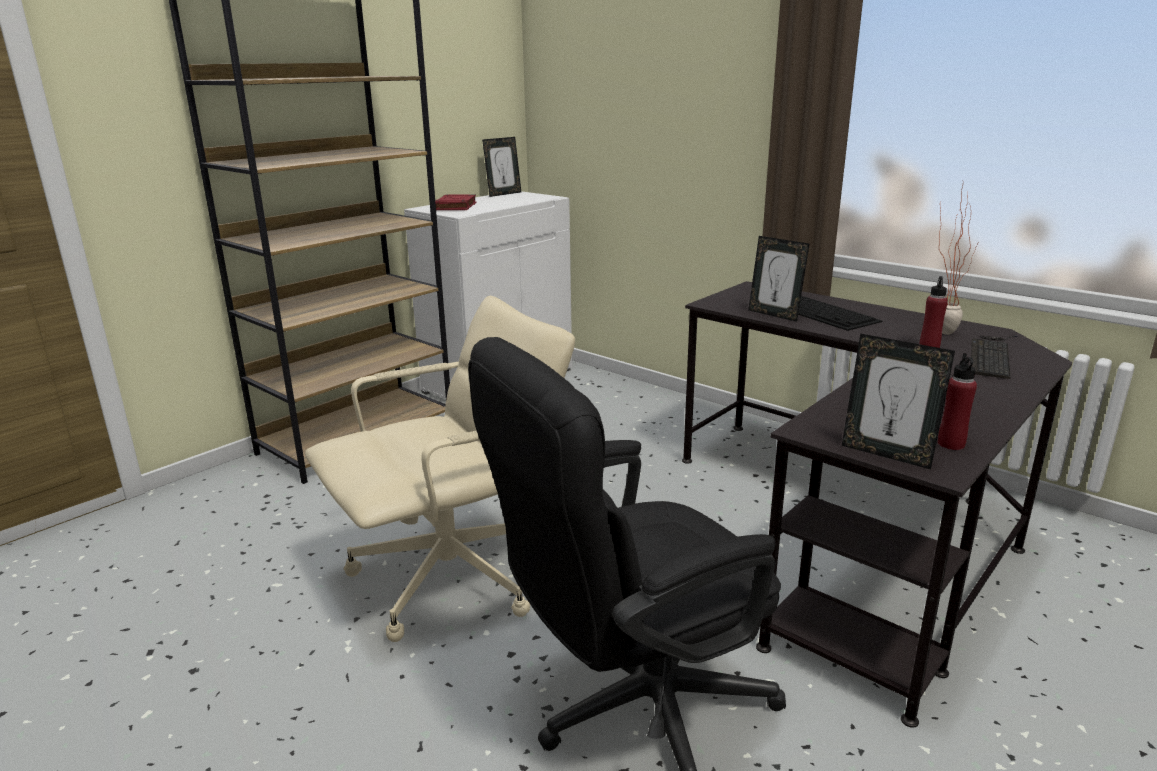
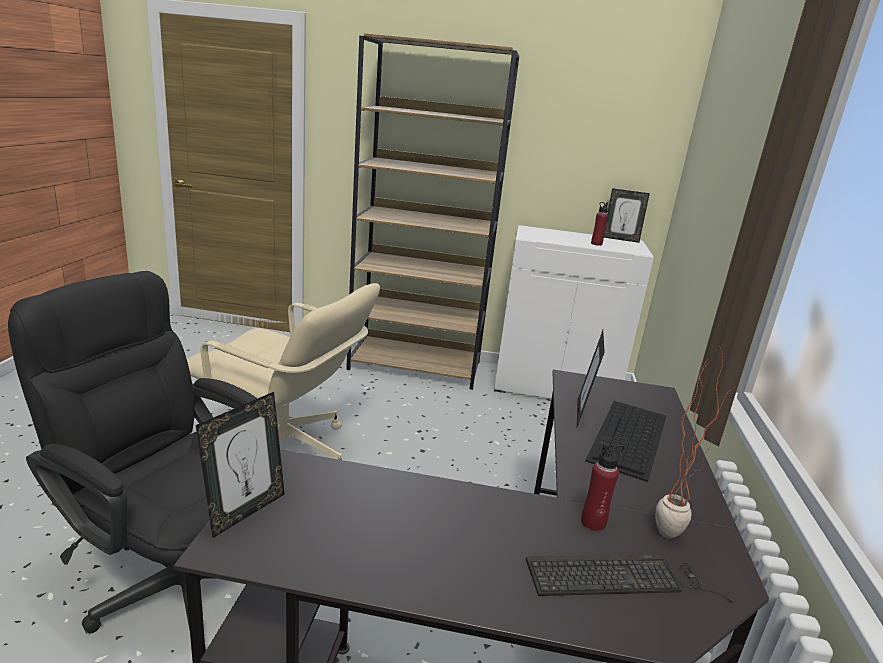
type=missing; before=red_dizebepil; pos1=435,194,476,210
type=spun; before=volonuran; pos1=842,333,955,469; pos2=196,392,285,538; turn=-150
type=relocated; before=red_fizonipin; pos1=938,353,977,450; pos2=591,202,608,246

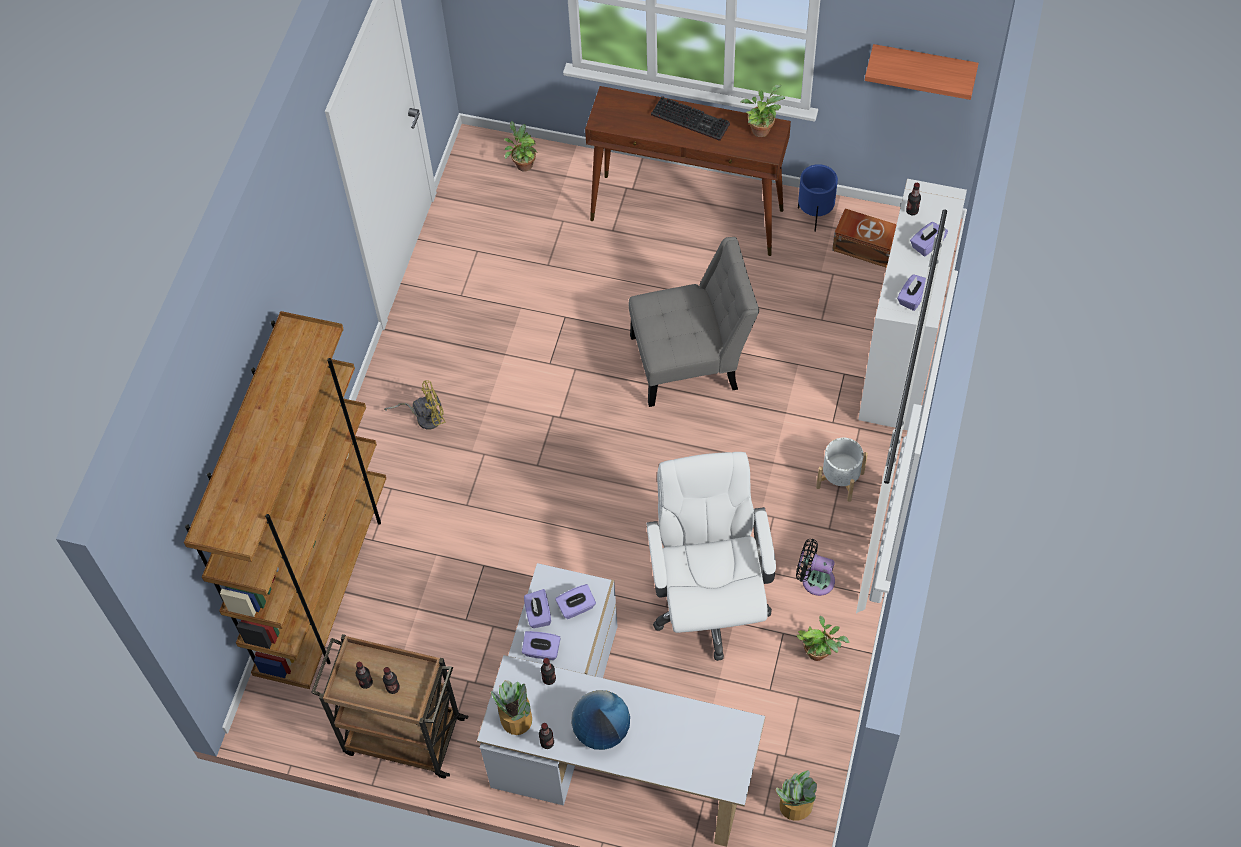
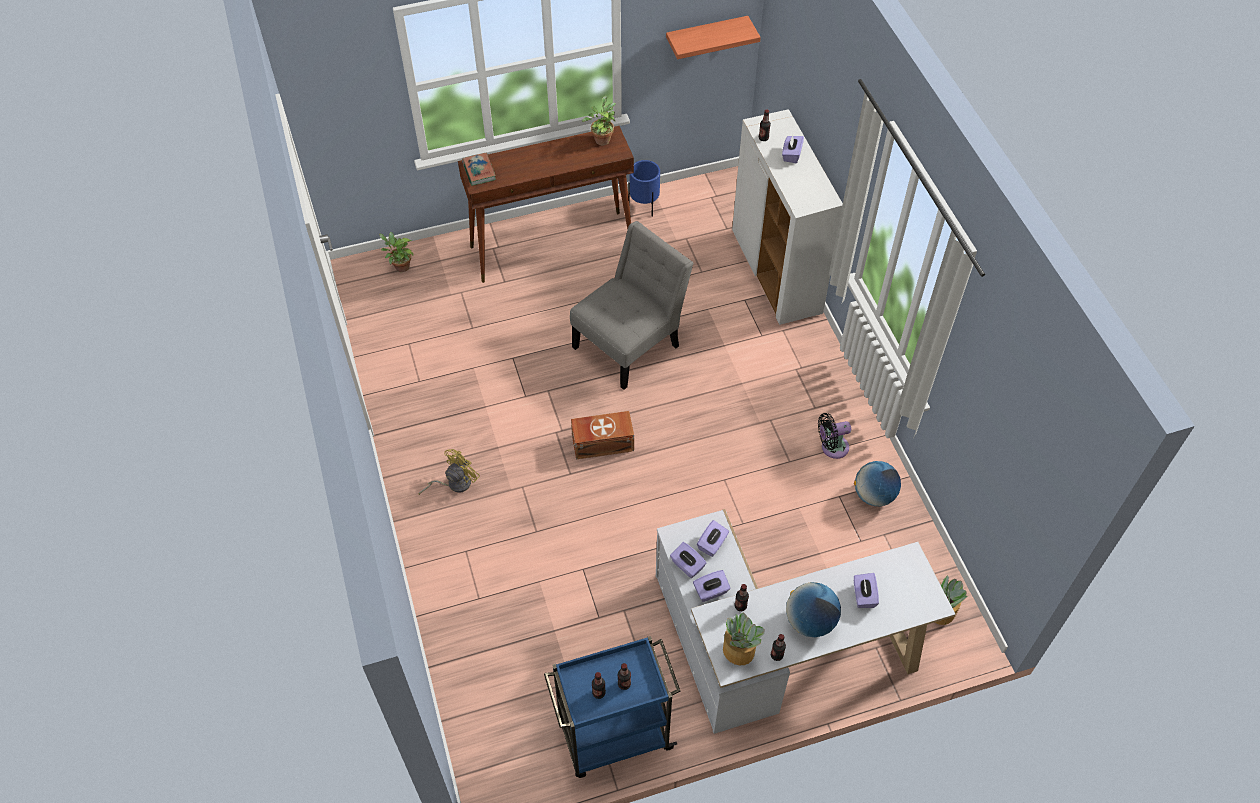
type=missing; before=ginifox; pos1=651,96,730,141
type=relocated; before=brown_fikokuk; pos1=832,208,897,268; pos2=571,411,634,459
type=relocated; before=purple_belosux; pos1=897,274,926,311; pos2=854,573,879,608
type=missing; before=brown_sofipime; pos1=184,311,386,689
type=missing; before=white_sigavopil; pos1=816,438,868,502
type=missing; before=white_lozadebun; pos1=646,452,776,661
type=exchanged; before=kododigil; after=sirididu; pos1=797,616,850,661; pos2=854,461,901,506
type=colour; before=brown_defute; after=blue_defute; pos1=311,634,468,779; pos2=544,636,680,778
type=appeared; after=dizebepil; pos2=462,153,496,186

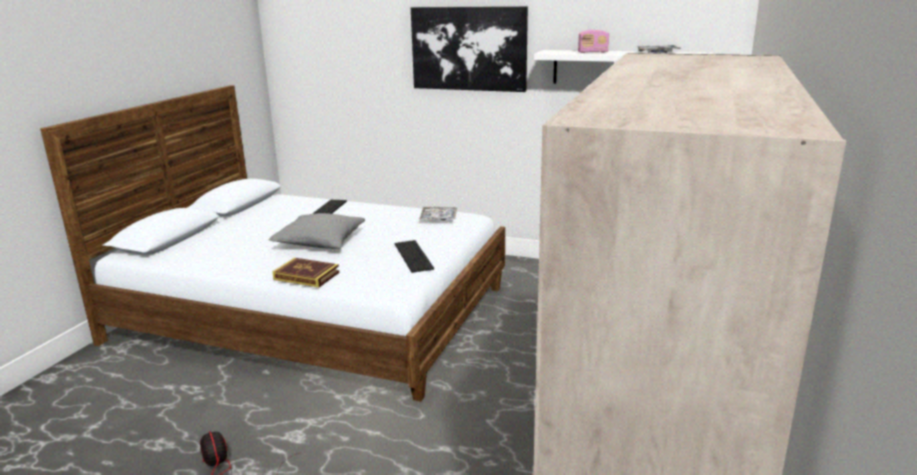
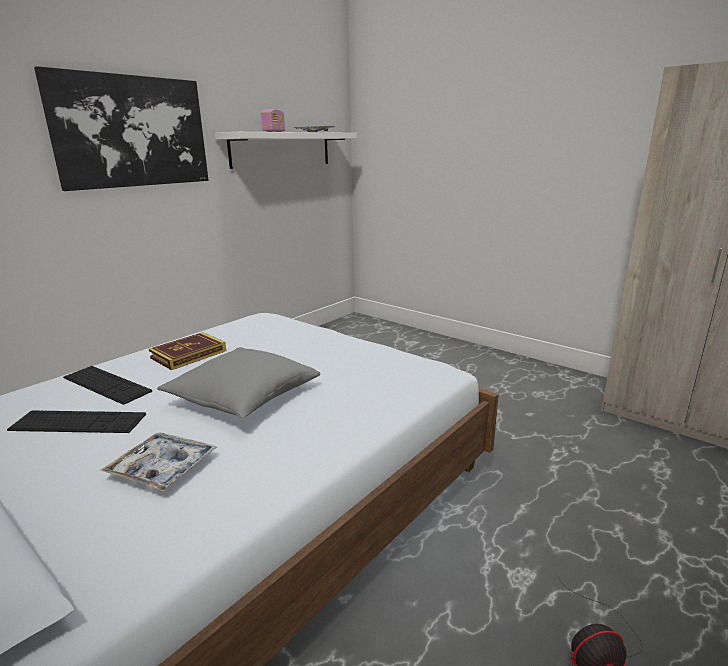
type=relocated; before=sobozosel; pos1=420,207,457,220; pos2=100,432,217,492
type=relocated; before=ginifox; pos1=394,240,434,273; pos2=7,410,146,433
type=relocated; before=dizebepil; pos1=272,258,339,288; pos2=149,332,226,370

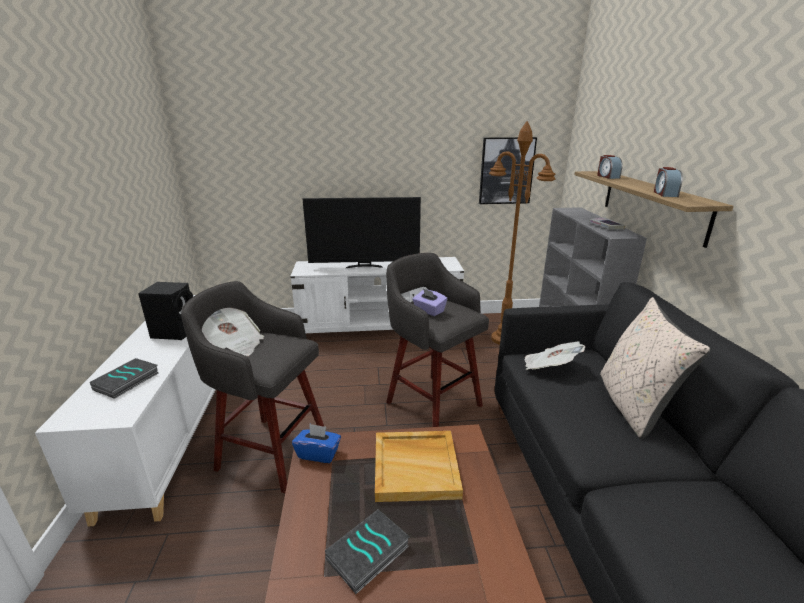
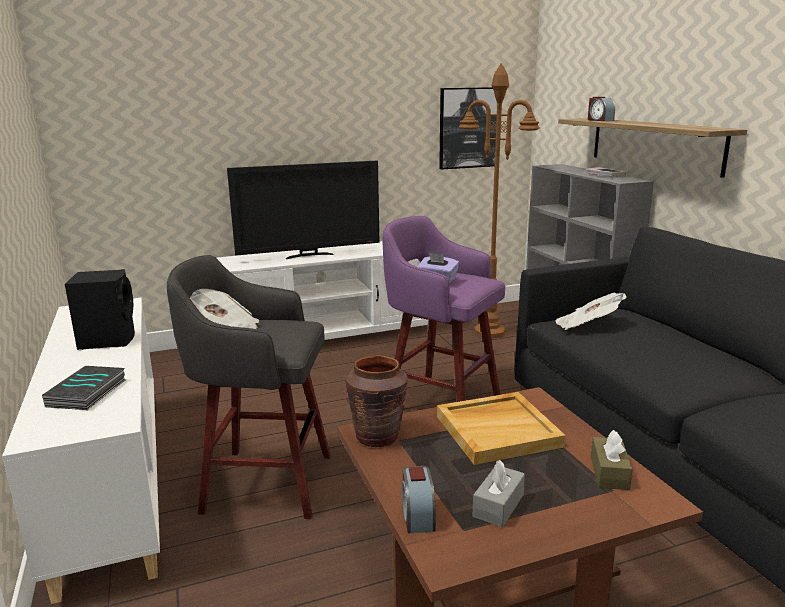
type=relocated; before=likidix; pos1=654,167,683,197; pos2=402,466,436,533
type=colour; before=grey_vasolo; after=purple_vasolo; pos1=386,253,489,427; pos2=382,216,505,402
type=missing; before=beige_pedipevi; pos1=600,297,711,439
type=exchanged; before=blue_belosux; after=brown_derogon; pos1=292,424,341,463; pos2=345,356,408,447
type=exchanged; before=dizebepil; after=grey_belosux; pos1=325,509,410,594; pos2=473,460,525,527
type=appeared; after=brown_belosux; pos2=591,430,633,490

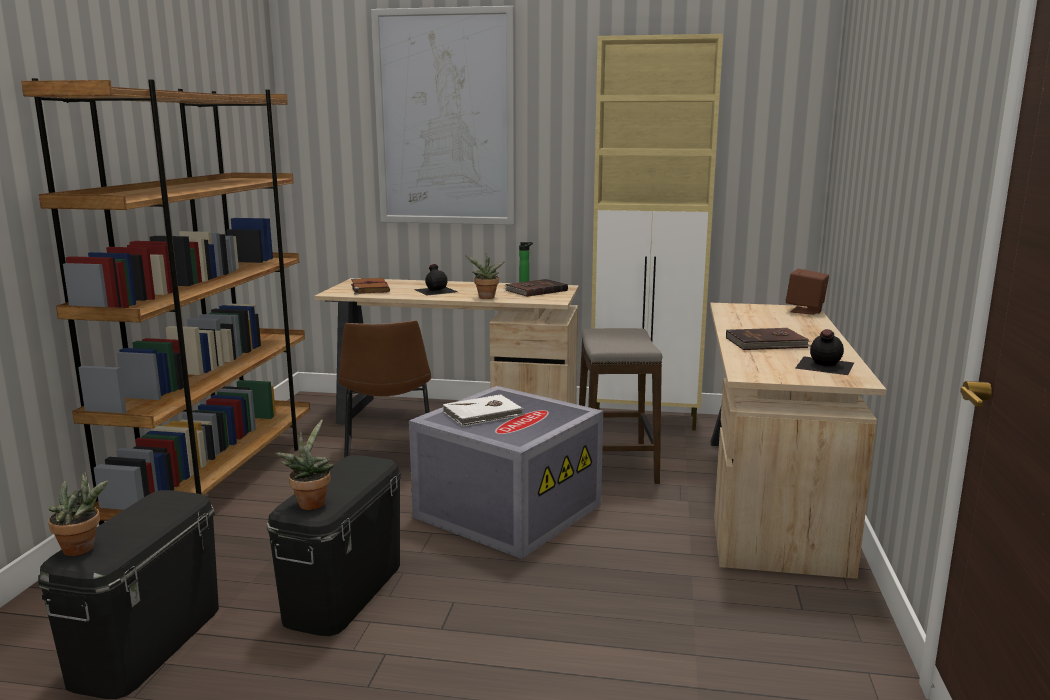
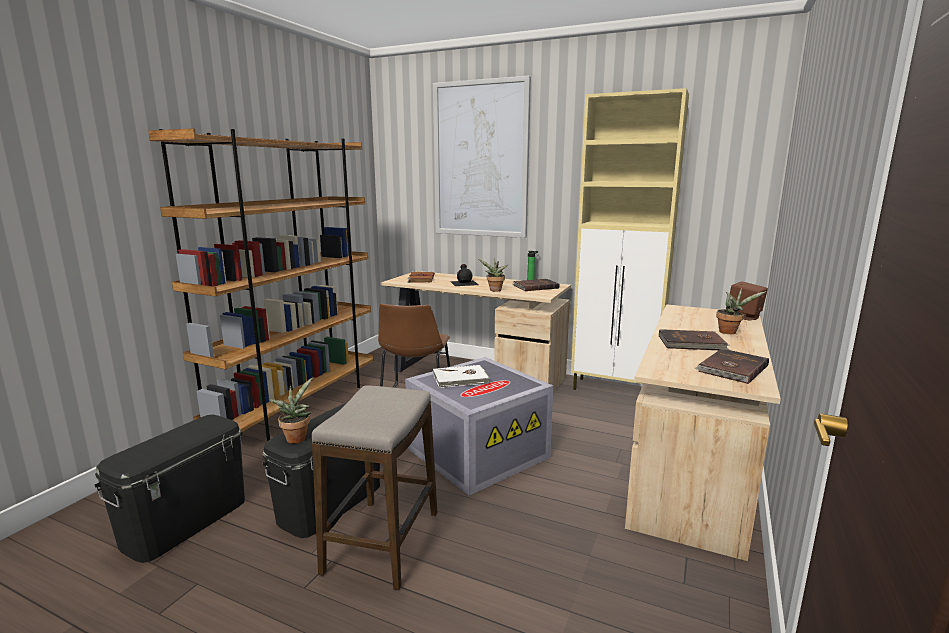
type=relocated; before=vasolo; pos1=579,328,662,484; pos2=312,385,437,590
type=exchanged; before=black_fizonipin; after=brown_dizebepil; pos1=795,329,854,375; pos2=694,349,769,384
type=relocated; before=kododigil; pos1=48,470,108,556; pos2=716,287,766,334

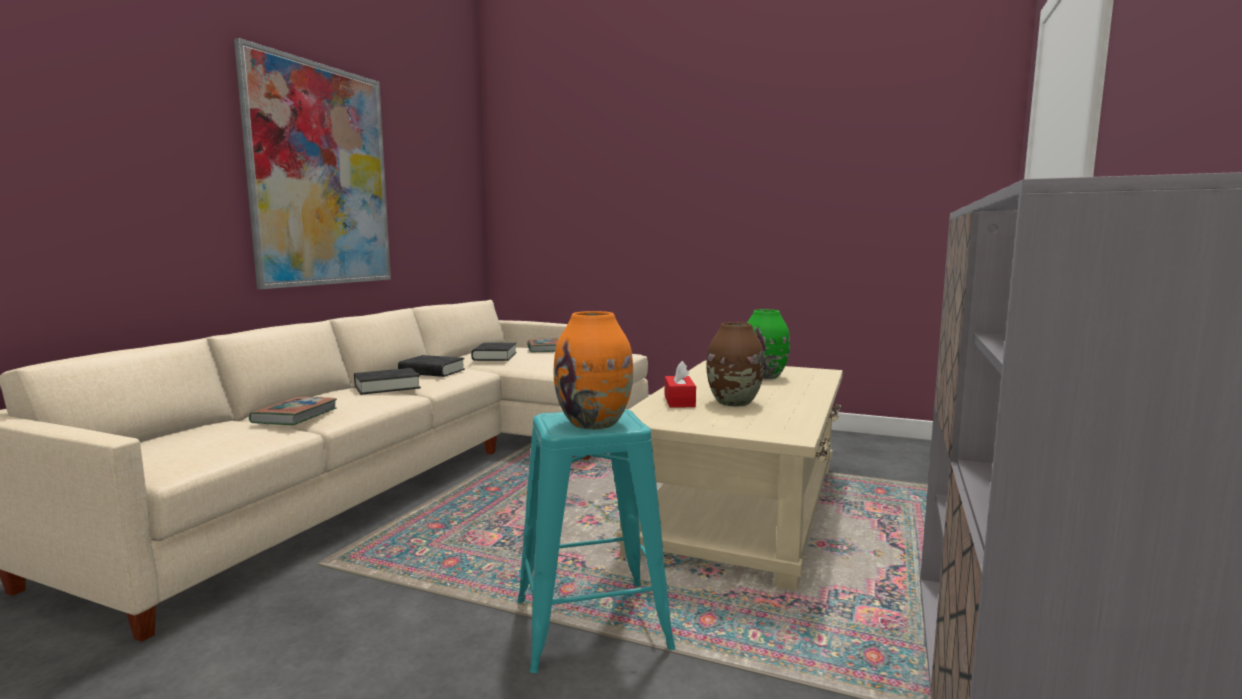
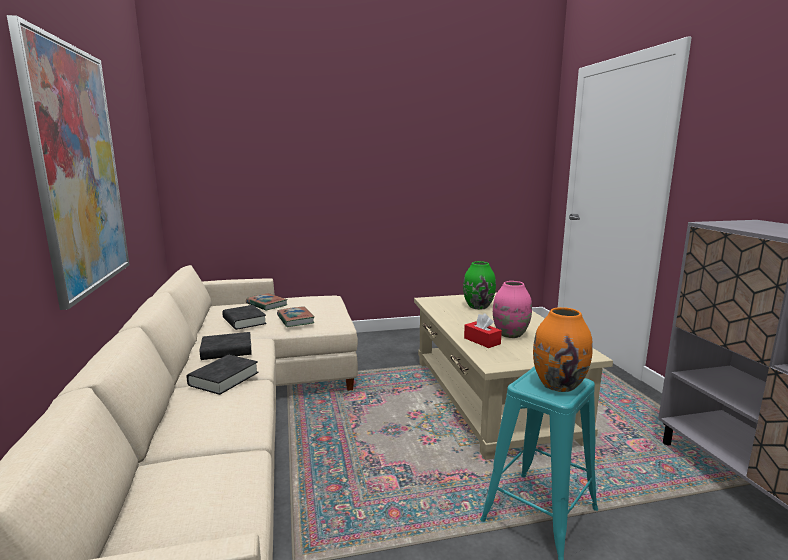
type=colour; before=brown_derogon; after=pink_derogon; pos1=707,322,764,406; pos2=493,281,532,338
type=relocated; before=dizebepil; pos1=249,396,337,425; pos2=277,306,315,327

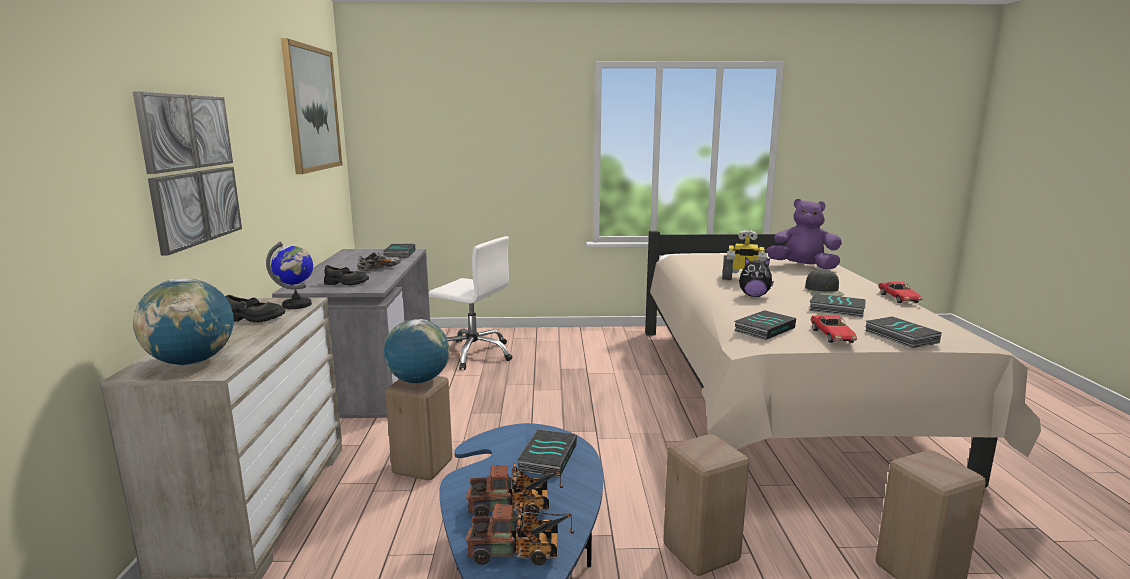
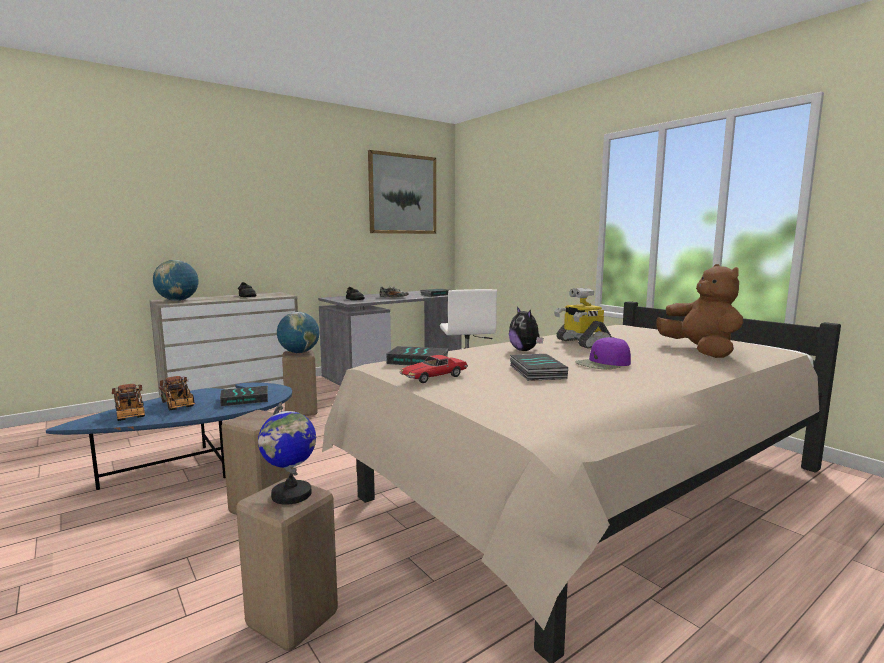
type=missing; before=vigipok; pos1=133,91,242,256
type=colour; before=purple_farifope; after=brown_farifope; pos1=766,199,842,269; pos2=656,264,743,358
type=relocated; before=sirididu; pos1=266,241,313,309; pos2=258,402,316,505
type=colour; before=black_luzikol; after=purple_luzikol; pos1=805,269,844,296; pos2=575,337,631,369
type=missing; before=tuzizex; pos1=878,281,922,303
type=missing; before=dizebepil; pos1=865,316,942,348

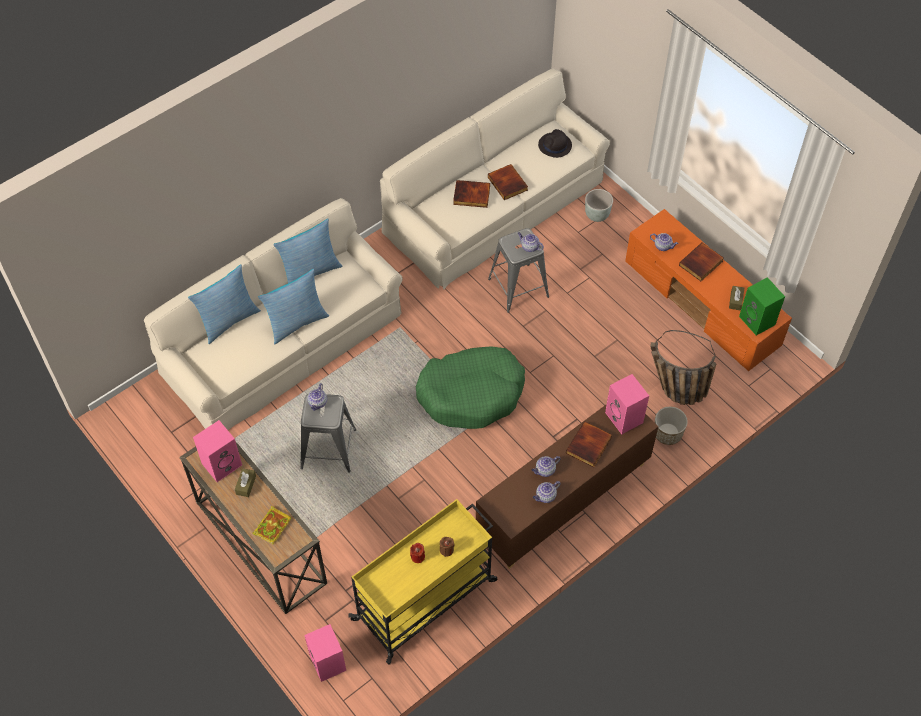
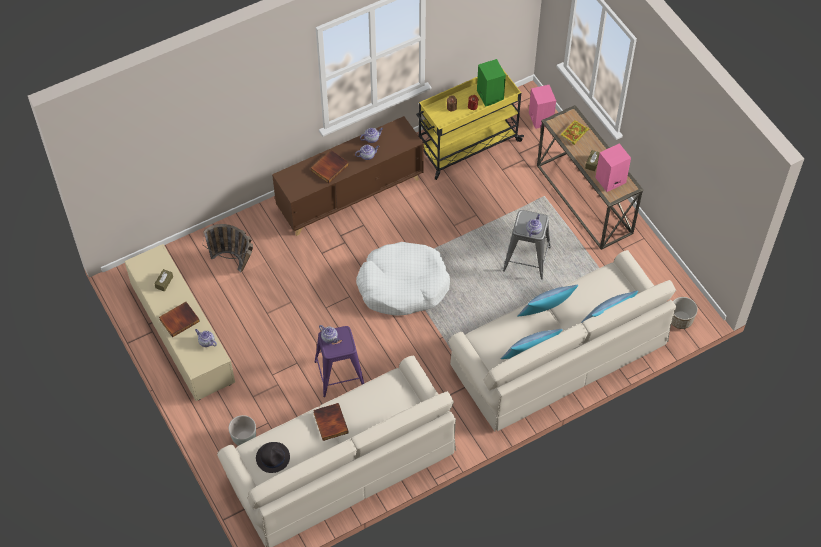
type=missing; before=dizebepil; pos1=453,180,490,208
type=colour; before=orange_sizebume; after=beige_sizebume; pos1=625,209,792,371; pos2=124,244,235,401
type=colour; before=grey_vasolo; after=purple_vasolo; pos1=488,228,549,313; pos2=314,326,364,397
type=relocated; before=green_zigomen; pos1=739,277,785,335; pos2=477,59,506,107
type=colour; before=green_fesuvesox; after=white_fesuvesox; pos1=416,346,525,429; pos2=356,242,450,316
type=missing; before=pink_zigomen; pos1=605,374,649,434
type=relocated; before=sigavopil; pos1=655,407,688,445; pos2=672,297,698,329

